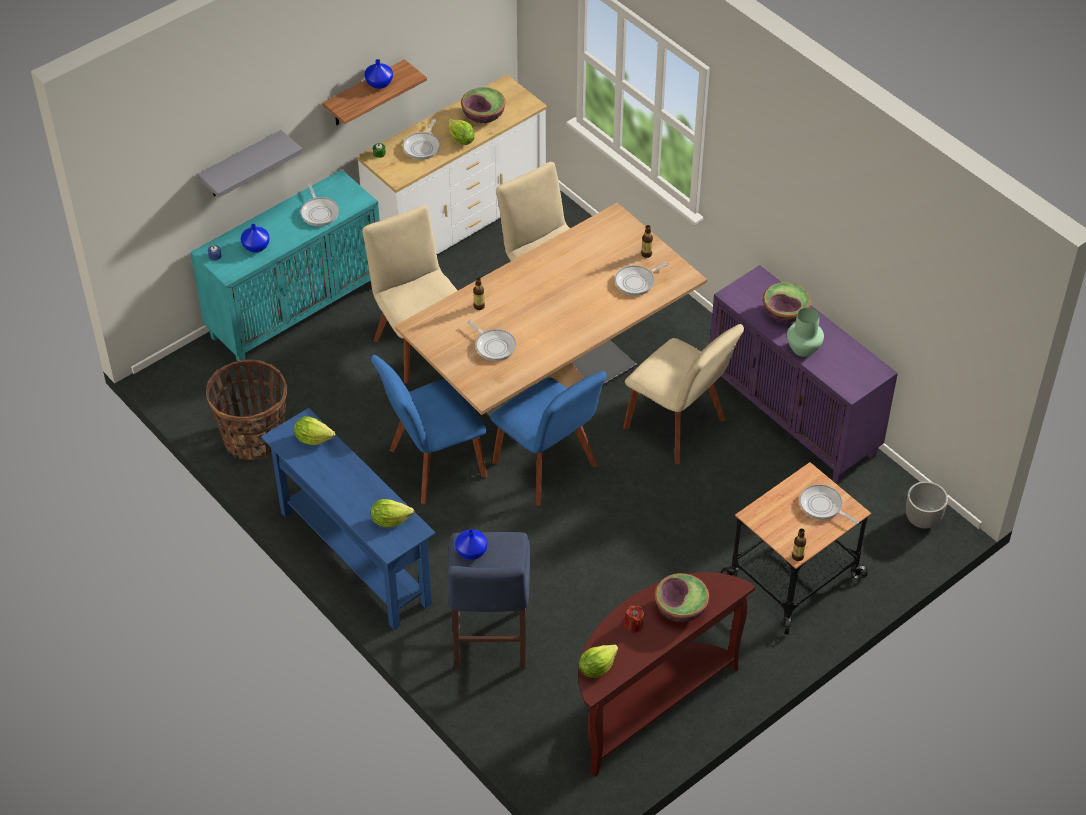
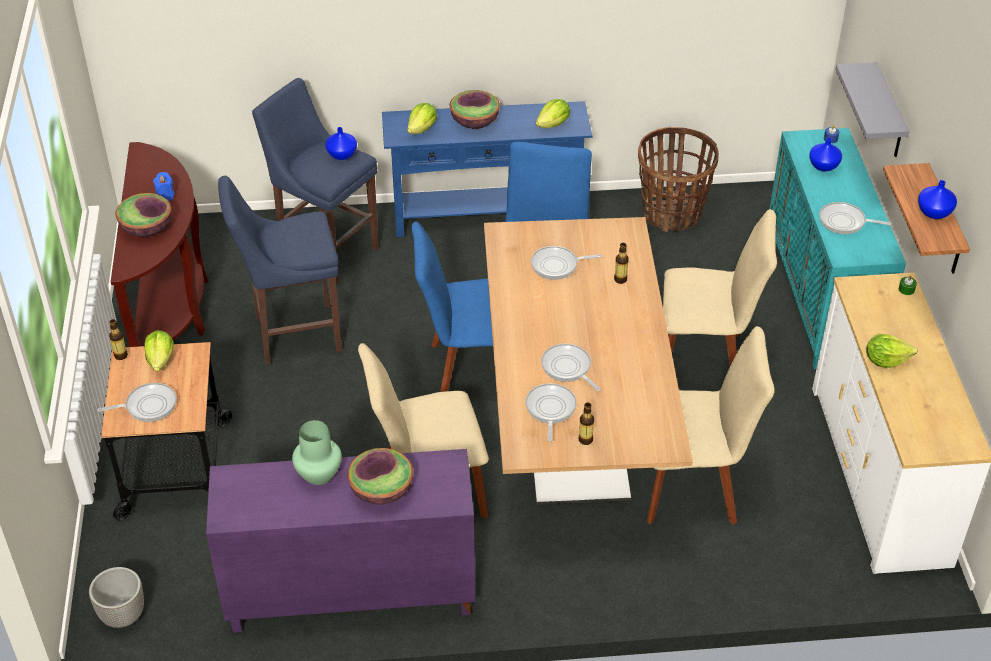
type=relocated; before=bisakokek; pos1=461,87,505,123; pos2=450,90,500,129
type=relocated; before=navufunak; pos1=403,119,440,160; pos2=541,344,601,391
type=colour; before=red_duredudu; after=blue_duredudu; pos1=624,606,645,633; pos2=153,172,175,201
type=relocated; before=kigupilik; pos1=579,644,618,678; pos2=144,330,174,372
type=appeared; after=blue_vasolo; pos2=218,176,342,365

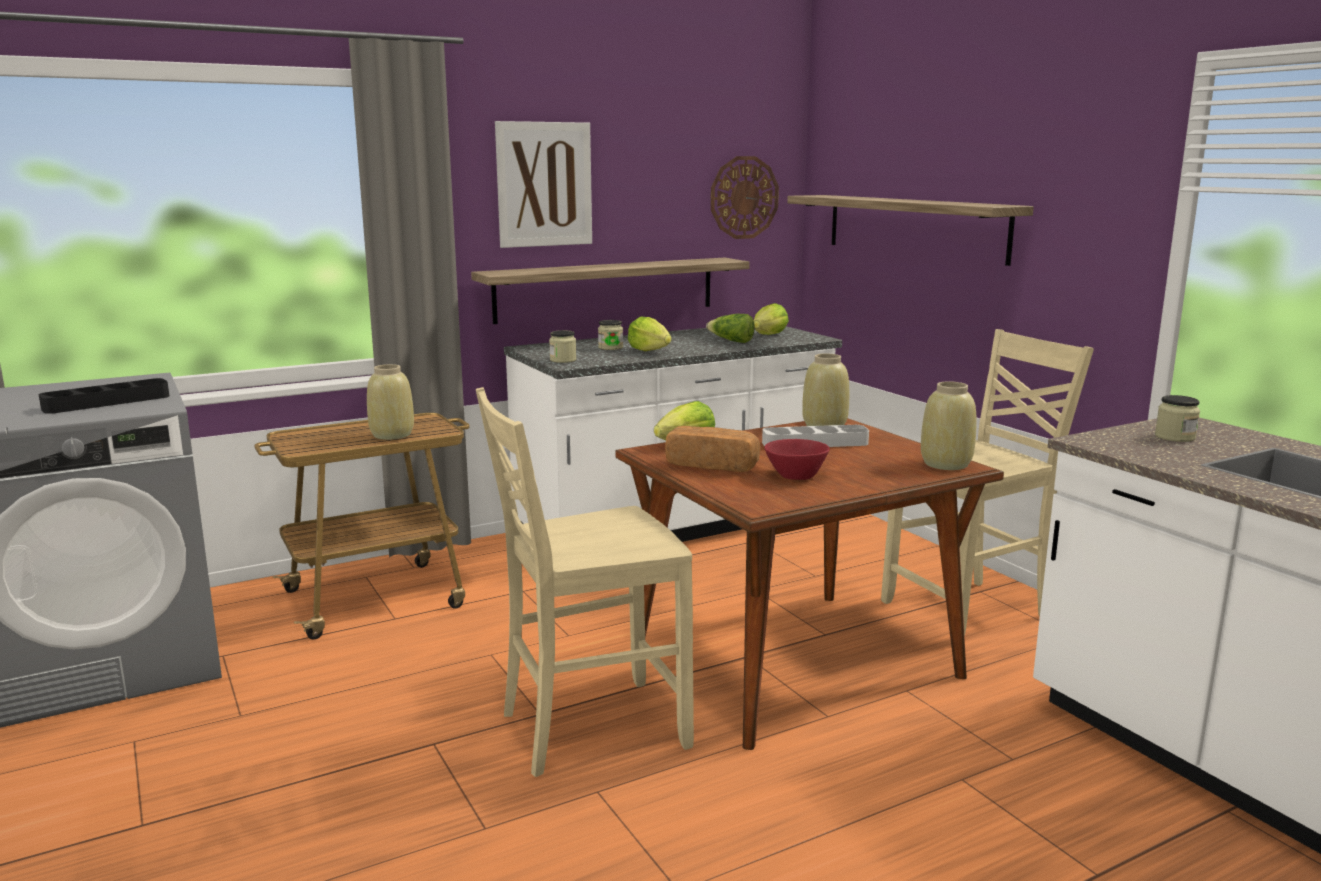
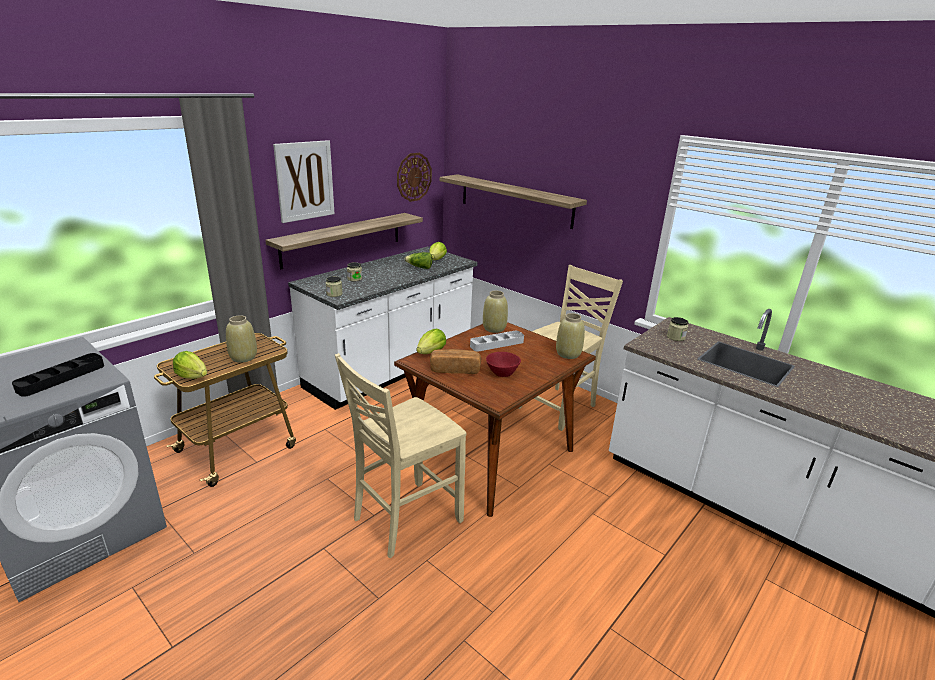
type=relocated; before=kigupilik; pos1=628,316,671,351; pos2=173,351,207,379

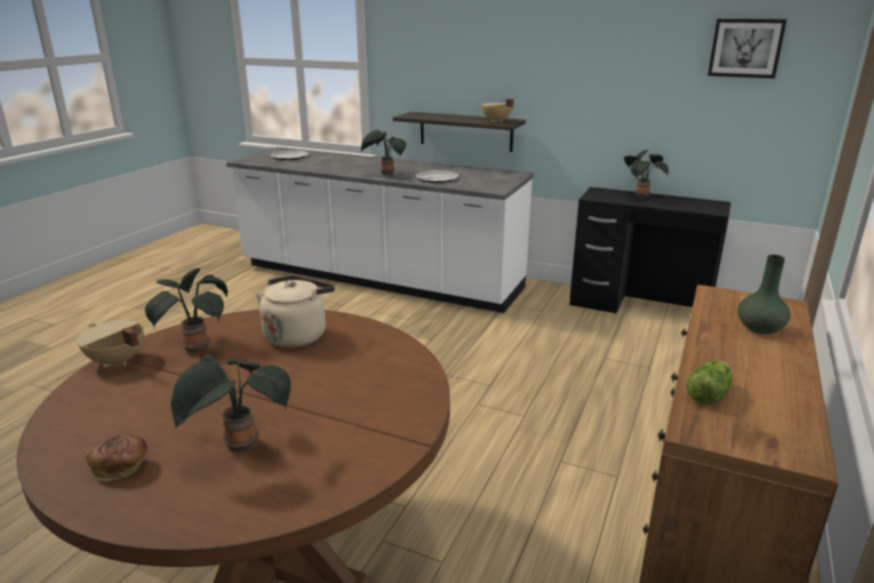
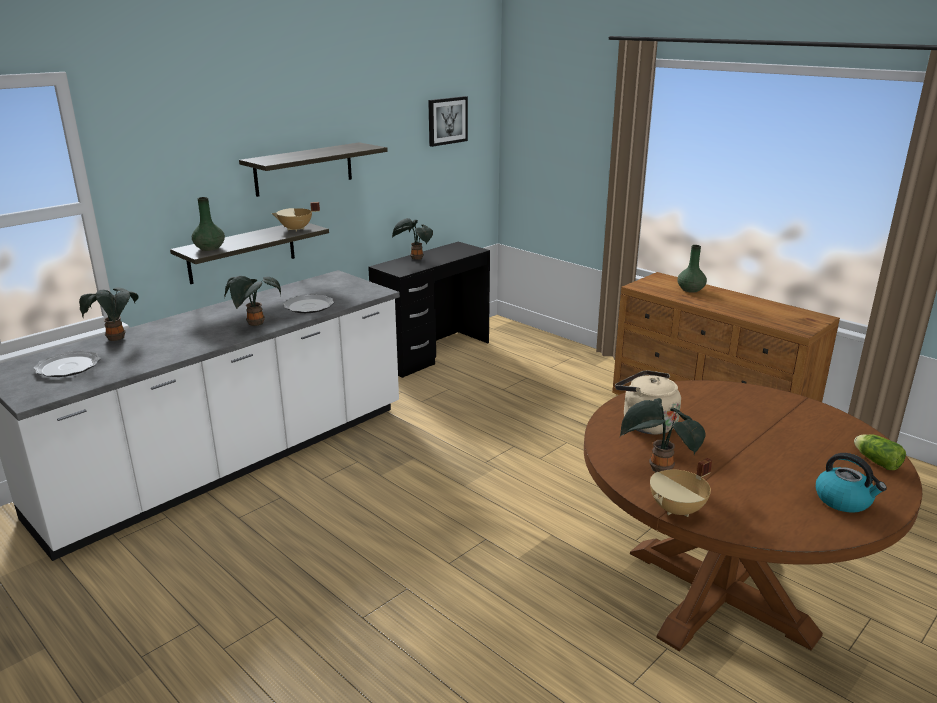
type=relocated; before=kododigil; pos1=171,354,291,453; pos2=79,287,138,341
type=relocated; before=kigupilik; pos1=686,360,733,404; pos2=854,434,906,470
type=exchanged; before=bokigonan; after=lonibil; pos1=86,434,148,481; pos2=816,453,887,513
type=appeared; after=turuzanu; pos2=239,142,388,197
type=appeared; after=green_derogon; pos2=192,197,225,251

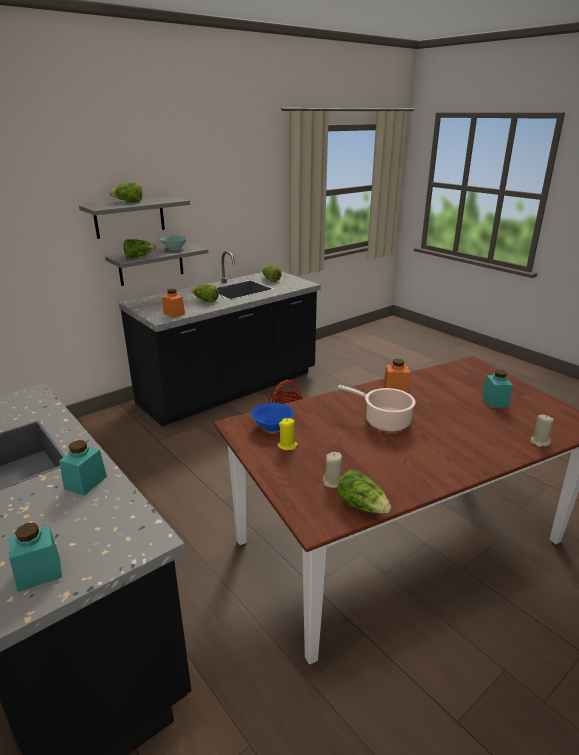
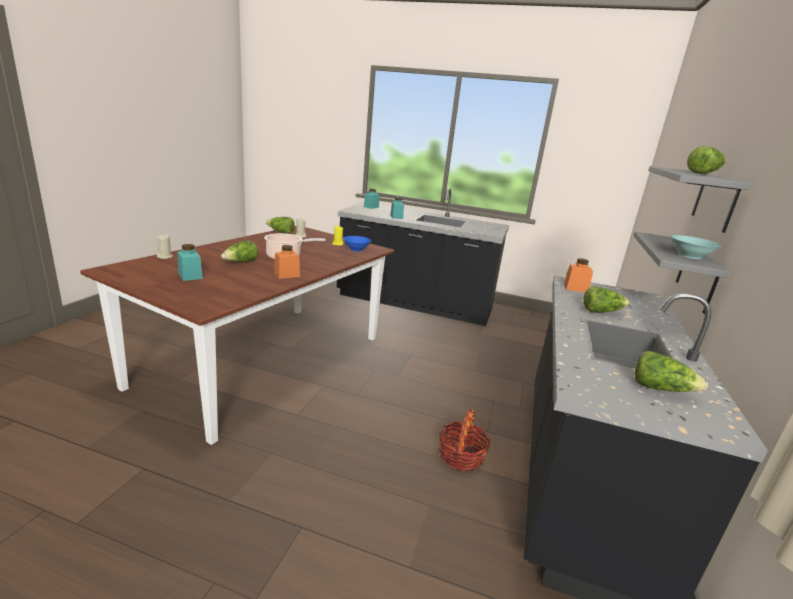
type=relocated; before=kigupilik; pos1=123,239,156,258; pos2=221,240,258,262

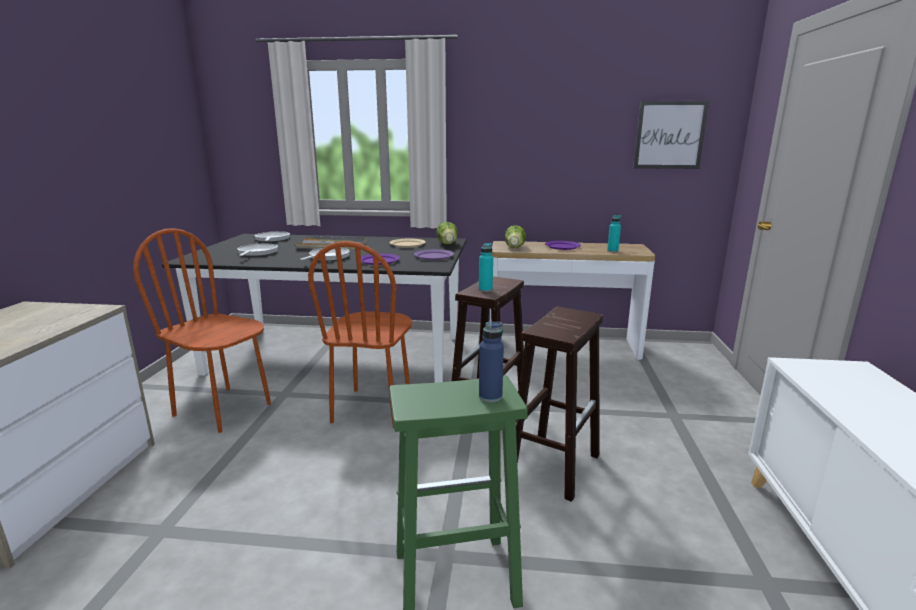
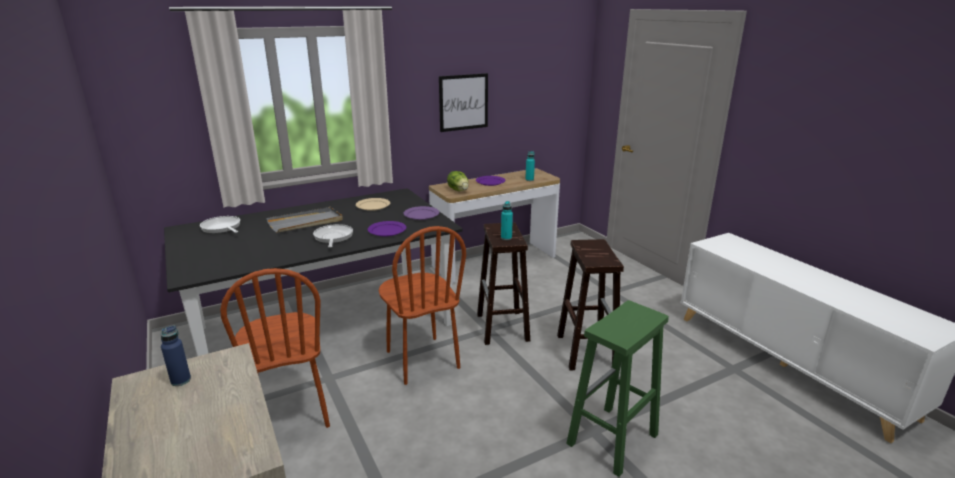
type=relocated; before=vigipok; pos1=633,101,709,169; pos2=439,73,488,132
type=missing; before=kigupilik; pos1=436,222,458,244
type=spun; before=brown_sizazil; pos1=133,228,271,433; pos2=220,268,330,428; turn=-105
type=missing; before=navufunak; pos1=238,244,278,256
type=relocated; before=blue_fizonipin; pos1=479,322,504,402; pos2=161,325,191,386

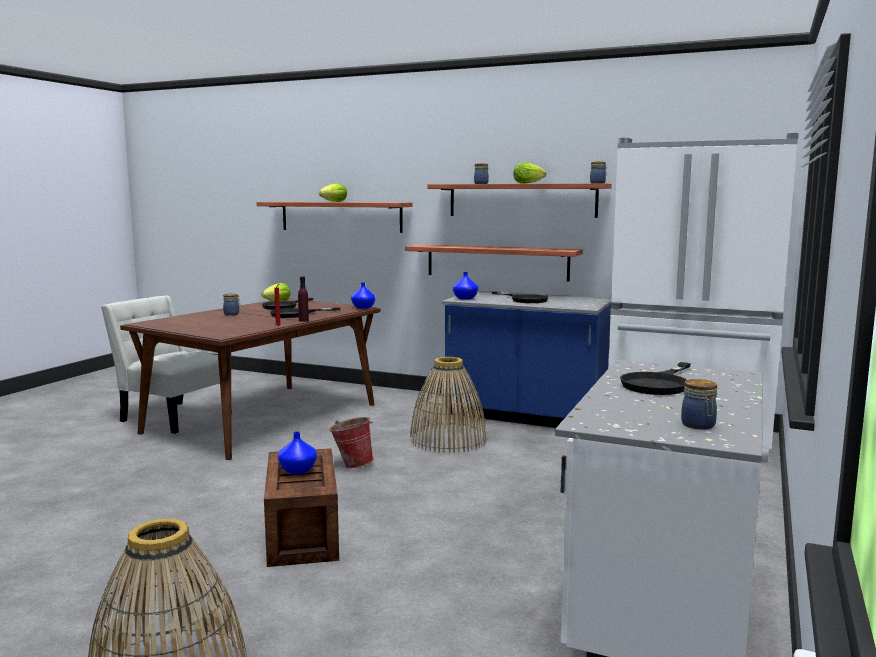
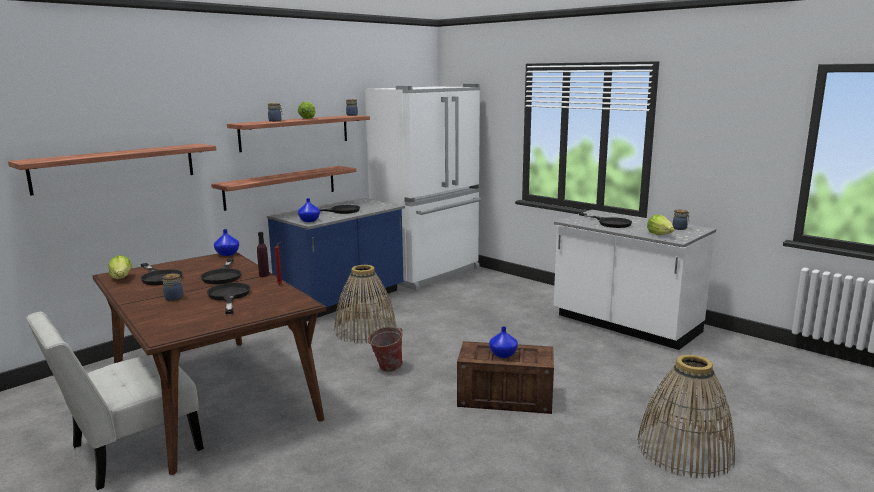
type=relocated; before=kigupilik; pos1=319,183,347,202; pos2=647,214,674,235
type=appeared; after=black_navufunak; pos2=207,283,251,314

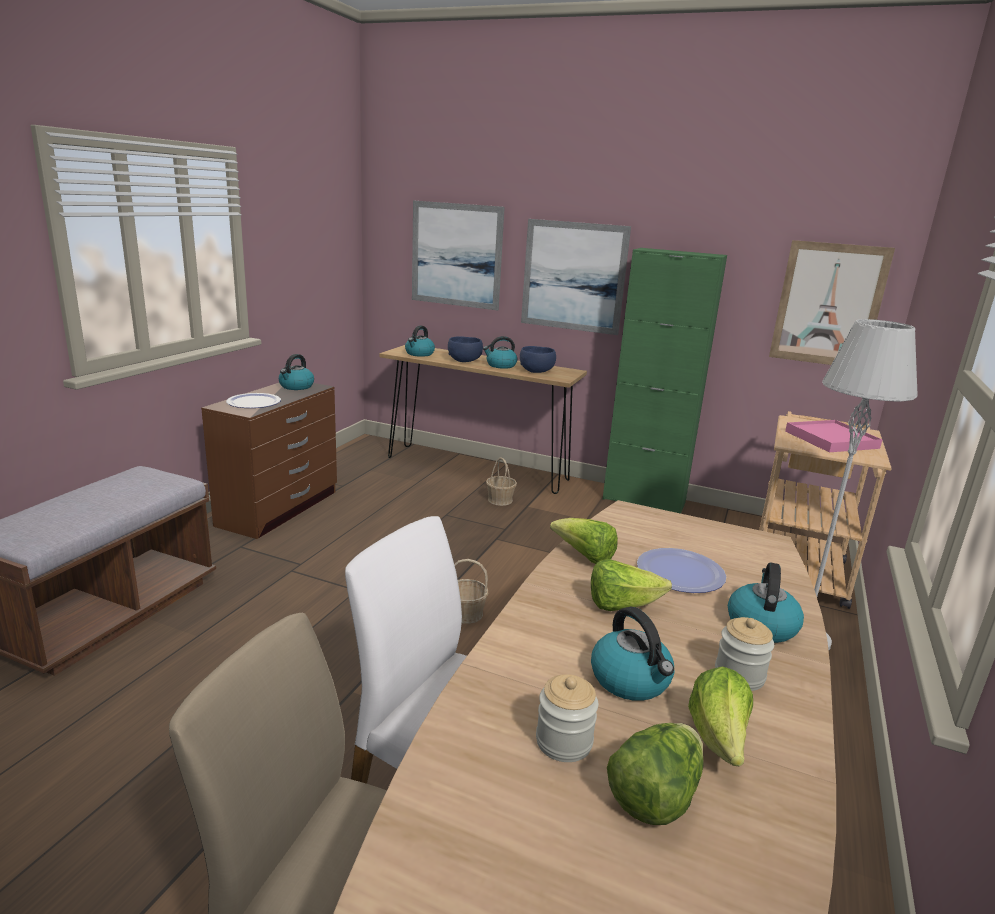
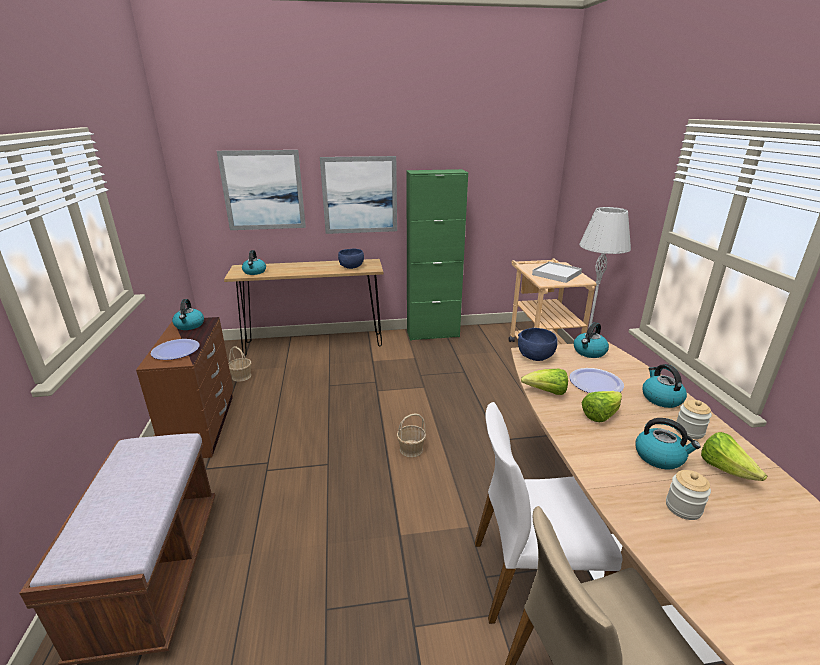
type=missing; before=vigipok; pos1=769,240,895,365
type=relocated; before=blue_bisakokek; pos1=448,336,483,362; pos2=518,328,558,361
type=relocated; before=lonibil; pos1=483,336,517,369; pos2=574,322,609,358
type=colour; before=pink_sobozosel; after=white_sobozosel; pos1=785,420,883,452; pos2=532,262,582,283
type=relocated; before=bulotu; pos1=486,458,517,506; pos2=228,346,252,382
type=missing; before=kigupilik; pos1=607,723,704,825

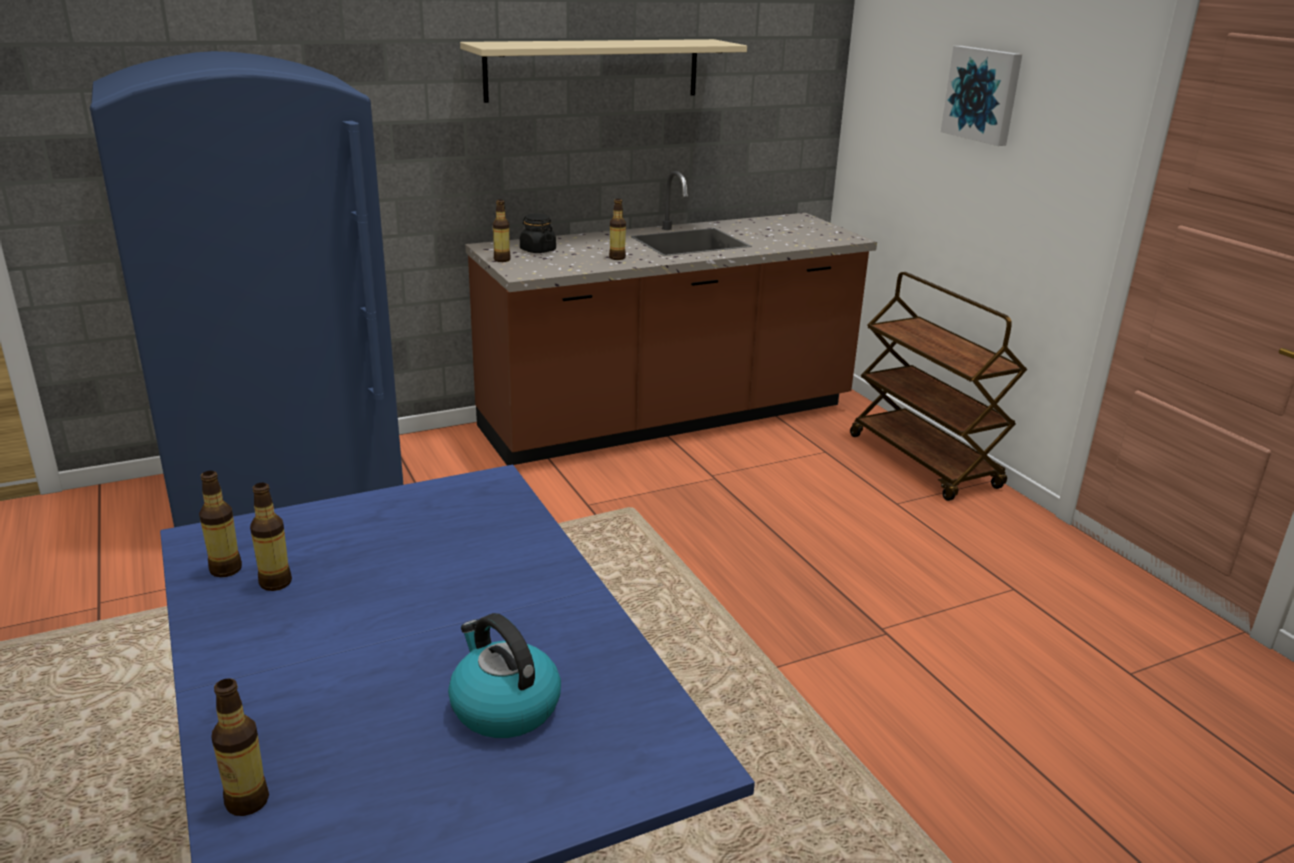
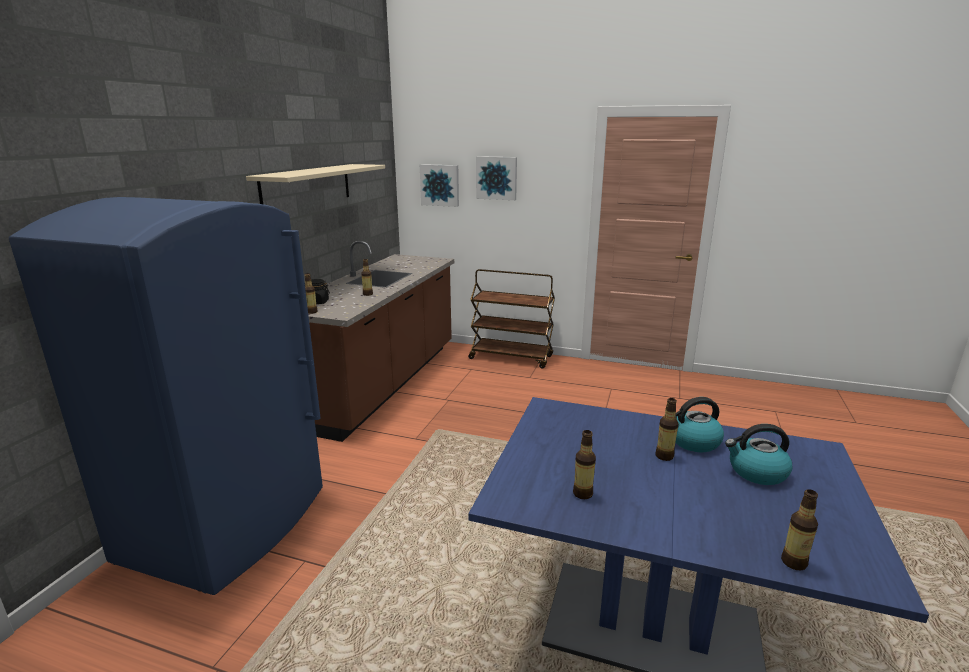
type=relocated; before=fizonipin; pos1=199,471,242,577; pos2=655,398,678,461
type=appeared; after=vigipok; pos2=420,164,459,207
type=appeared; after=lonibil; pos2=675,397,724,452

